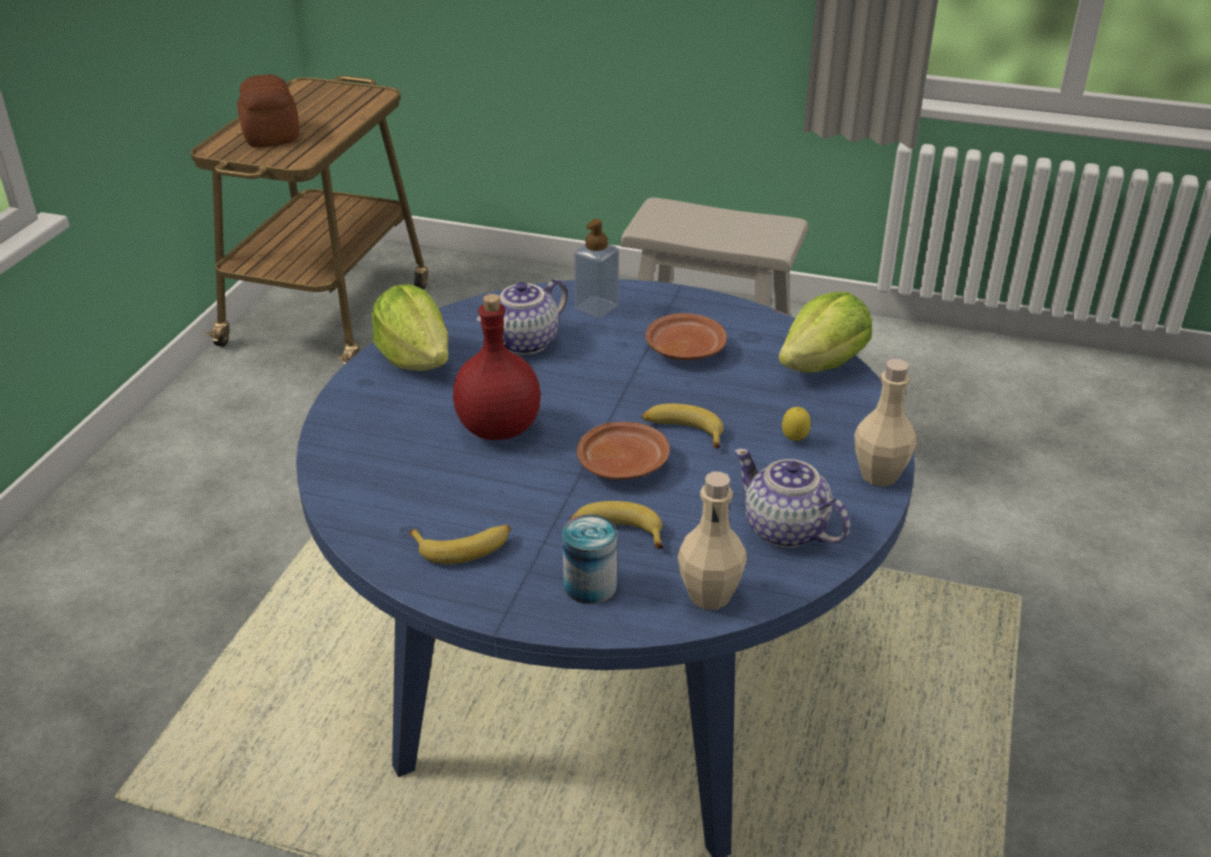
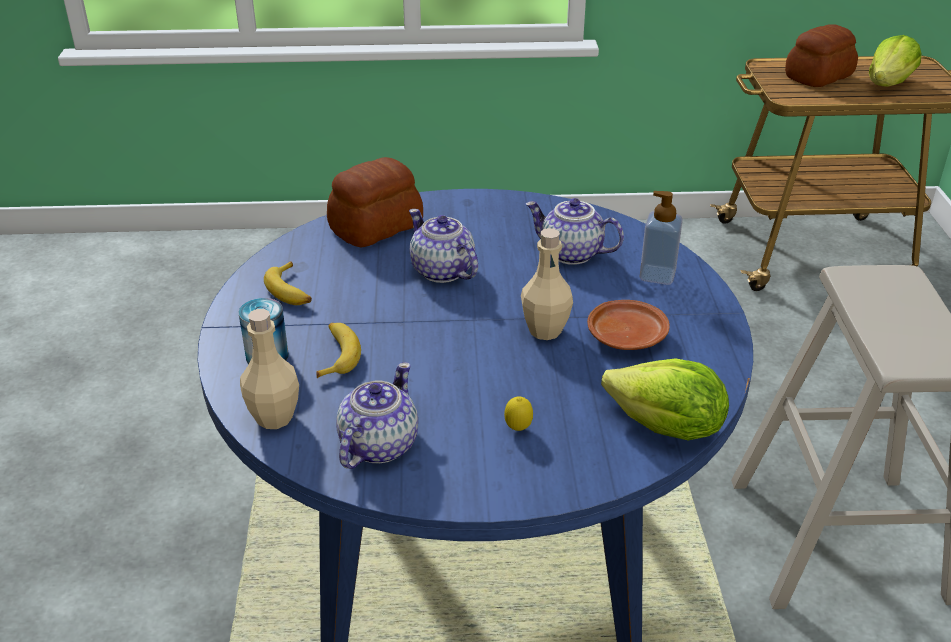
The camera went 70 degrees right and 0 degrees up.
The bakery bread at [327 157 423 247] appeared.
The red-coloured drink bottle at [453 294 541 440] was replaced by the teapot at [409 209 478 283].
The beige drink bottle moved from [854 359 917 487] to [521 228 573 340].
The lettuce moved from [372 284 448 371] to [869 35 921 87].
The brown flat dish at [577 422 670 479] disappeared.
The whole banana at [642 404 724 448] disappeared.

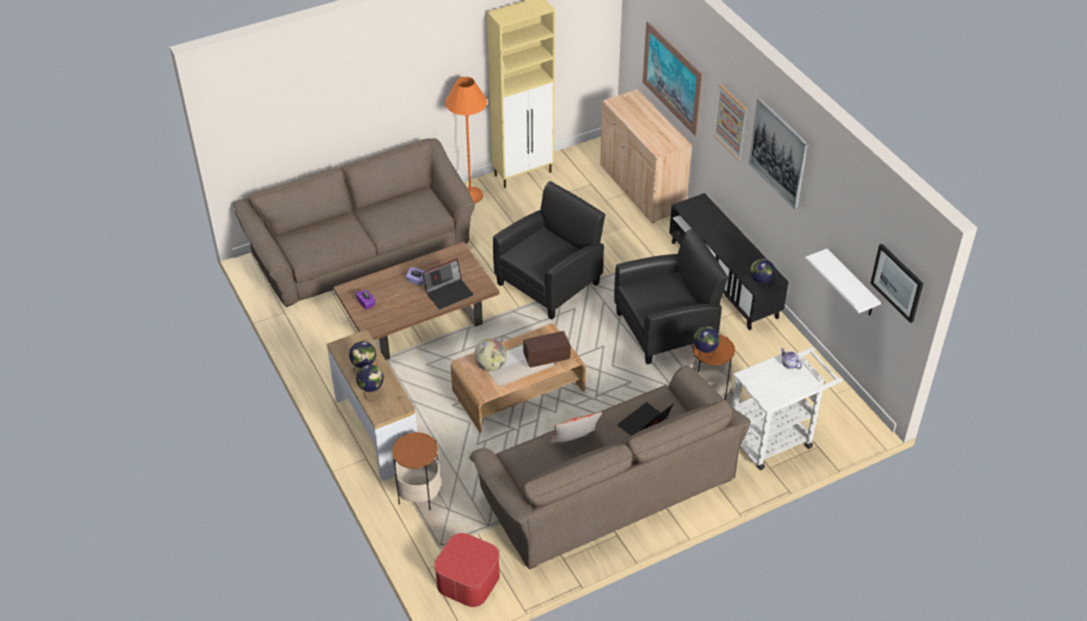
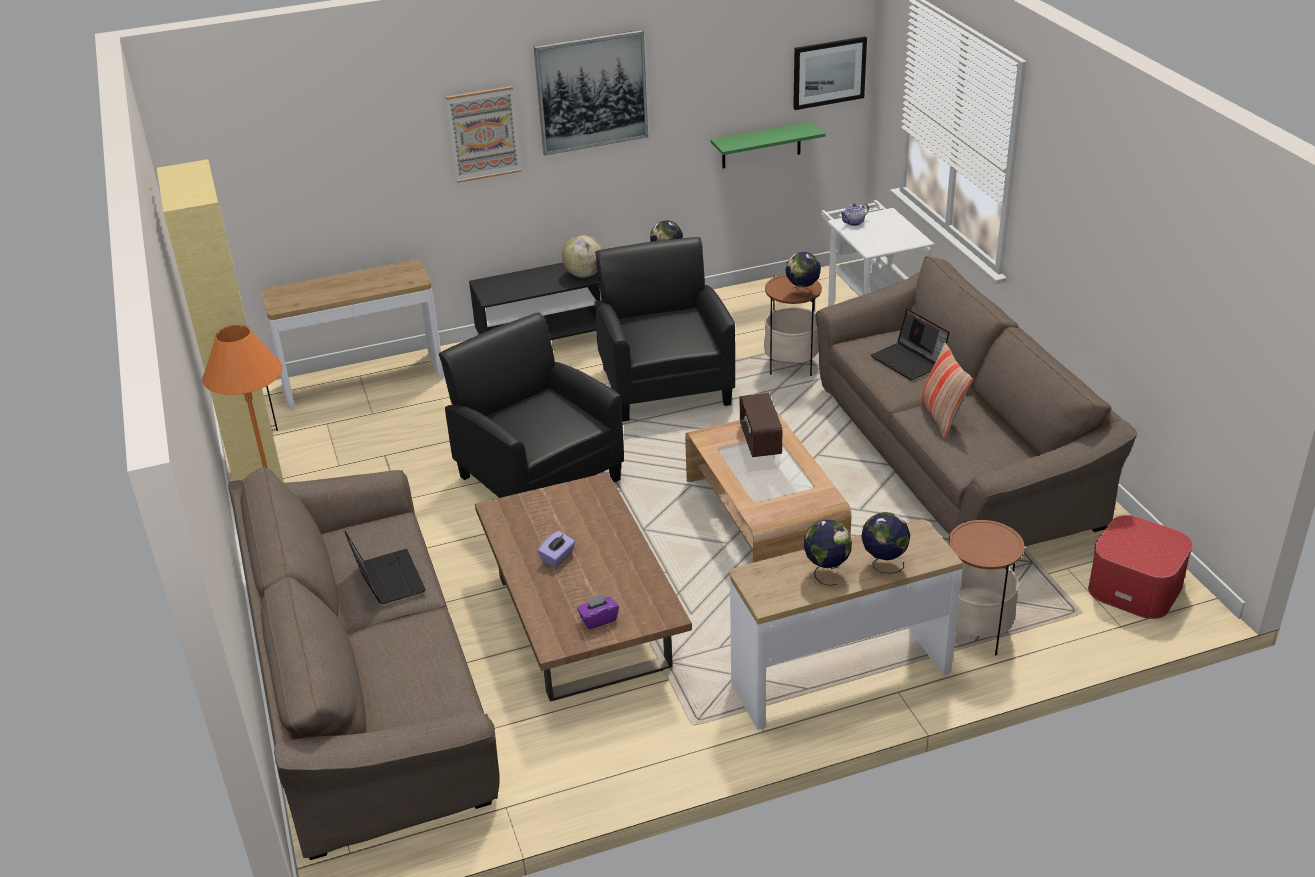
The camera went 80 degrees left and 10 degrees down.
The beige storage cabinet at [600 89 692 223] was replaced by the console table at [261 259 444 410].
The notebook computer moved from [422 259 474 309] to [344 531 426 604].
The world globe moved from [474 339 507 371] to [562 235 603 278].
The whitish wall shelf at [805 249 881 316] became the greenish wall shelf at [711 122 825 169].
The wall art at [643 21 703 136] disappeared.

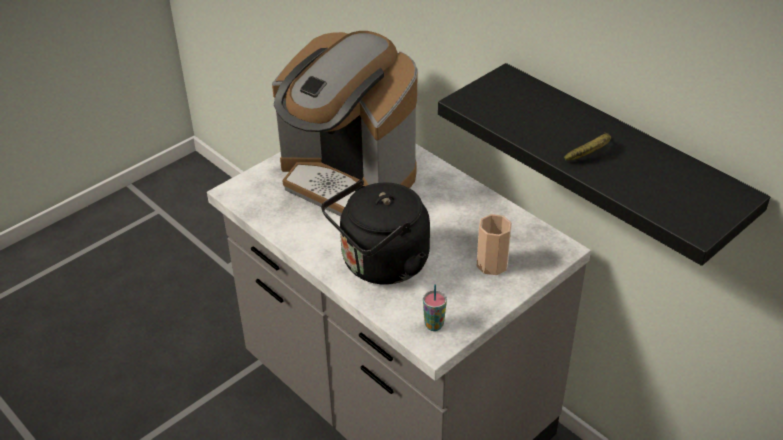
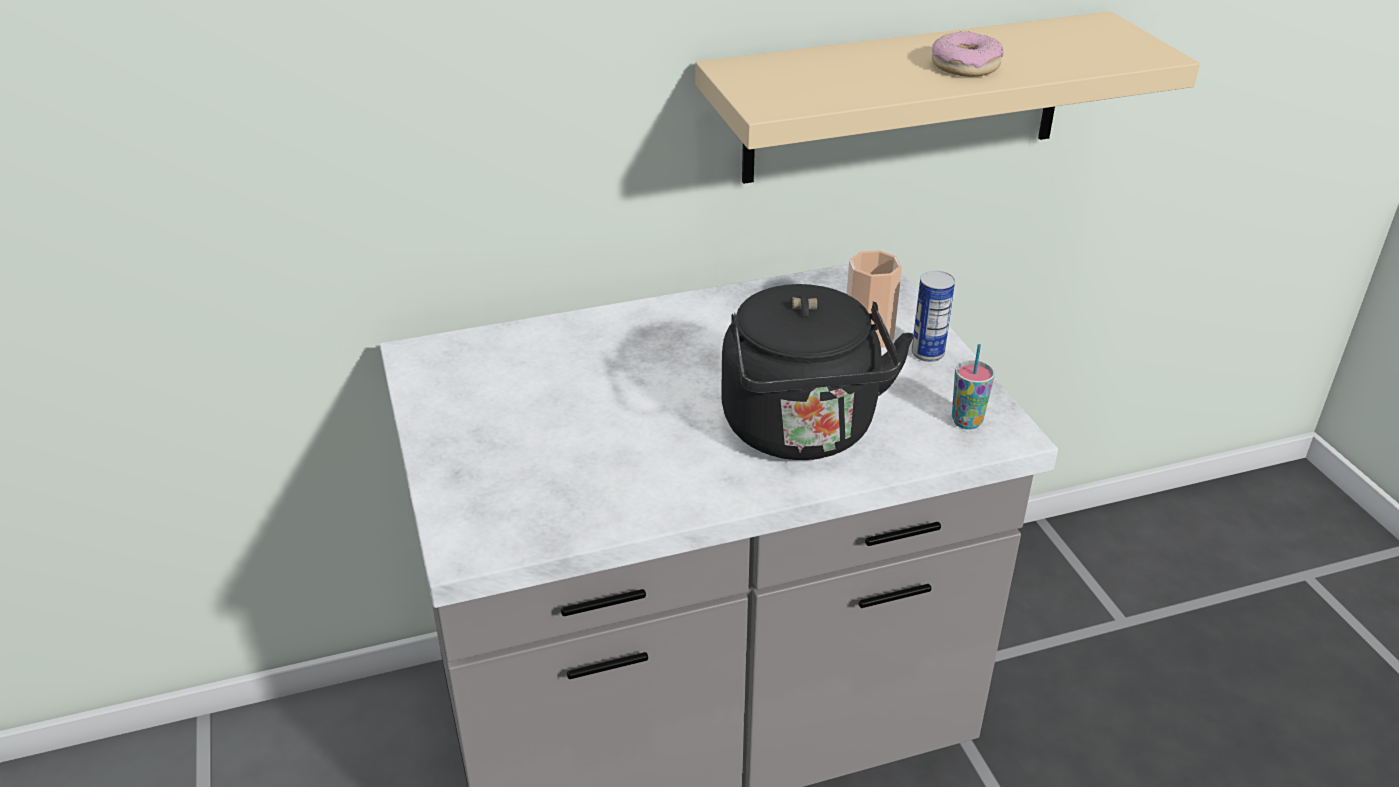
The camera went 65 degrees left and 5 degrees down.
The black wall shelf at [438 63 770 266] became the beige wall shelf at [695 11 1200 184].
The sealed can at [912 271 955 362] appeared.
The whole banana at [564 132 611 160] was replaced by the donut at [932 31 1004 77].
The coffee maker at [272 31 417 216] disappeared.

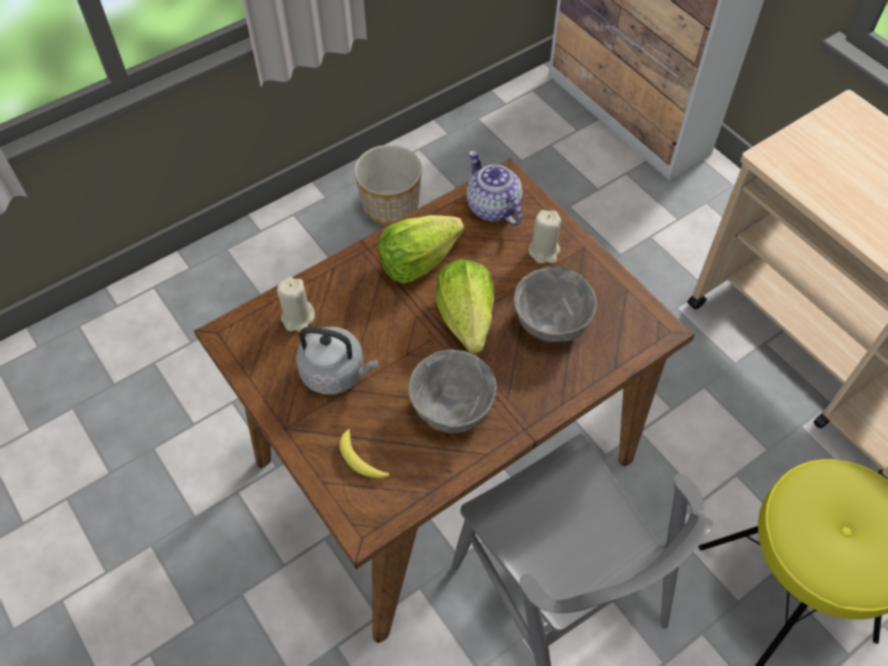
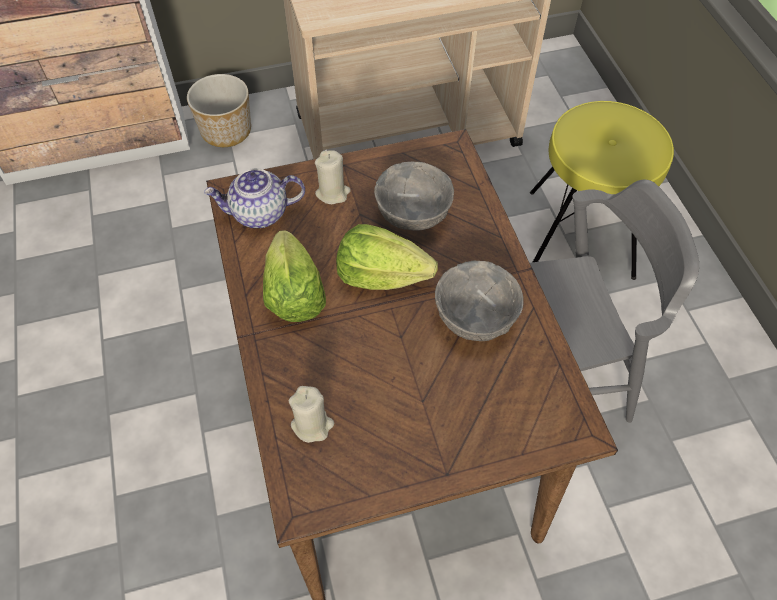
The camera went 70 degrees left and 0 degrees up.
The plant pot moved from [354 145 422 225] to [187 74 251 147].
The gray tea kettle at [296 327 378 395] disappeared.
The whole banana at [339 426 390 478] disappeared.

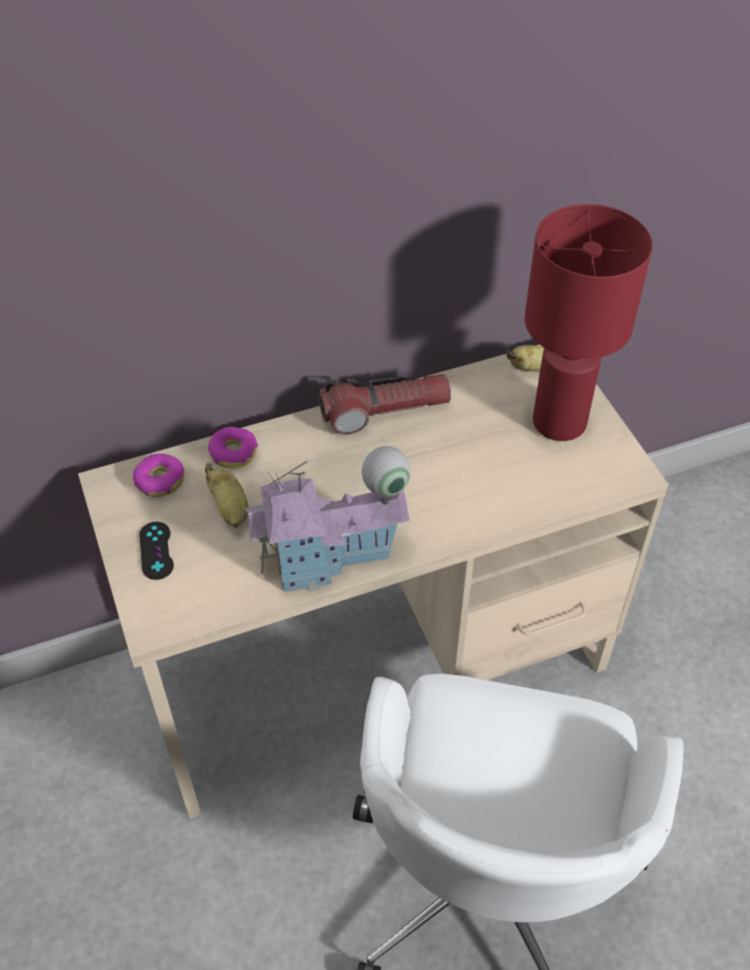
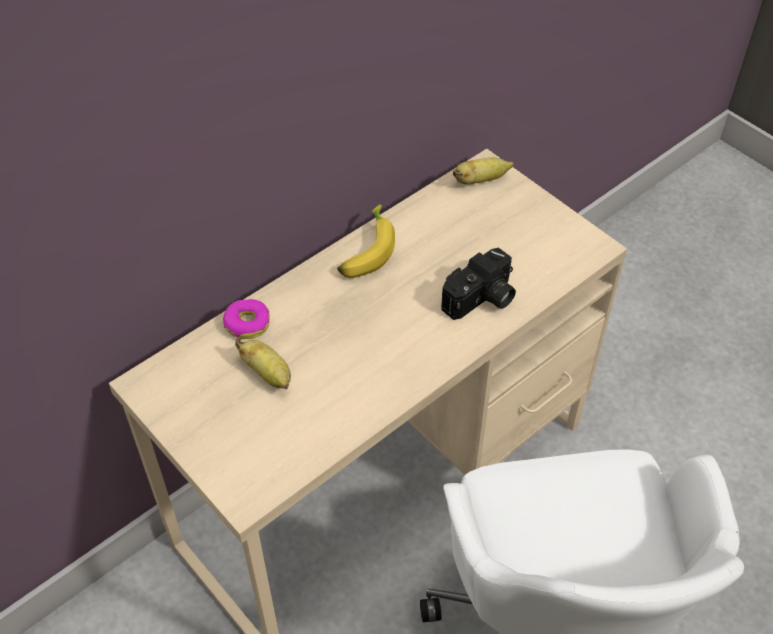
The camera went 20 degrees left and 0 degrees up.
The torch at [319 374 451 435] was replaced by the whole banana at [337 204 395 278].
The still camera at [441 247 516 320] appeared.
The donut at [133 454 184 497] disappeared.
The black gamepad at [139 522 174 580] disappeared.
The miniature house at [245 446 410 592] disappeared.
The red-coloured lamp for a table at [525 204 653 441] disappeared.

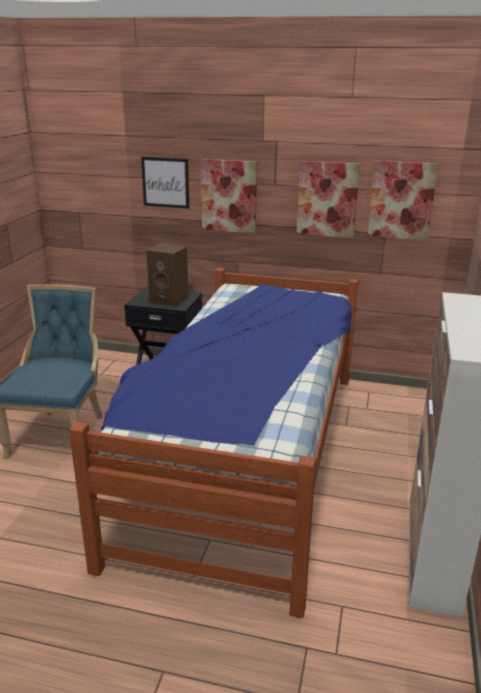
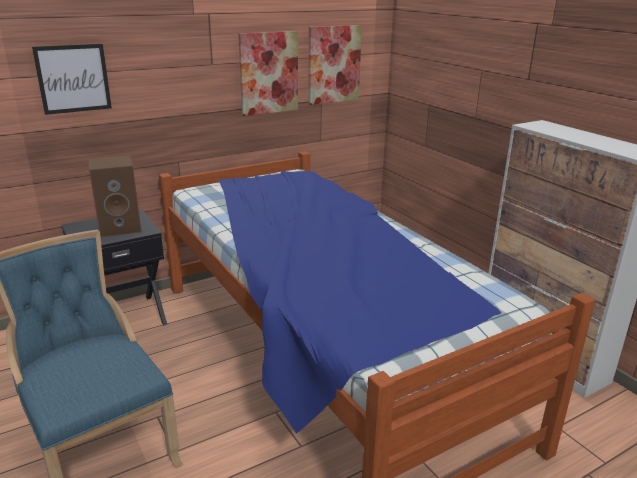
The camera went 45 degrees left and 0 degrees up.
The wall art at [201 159 257 233] disappeared.

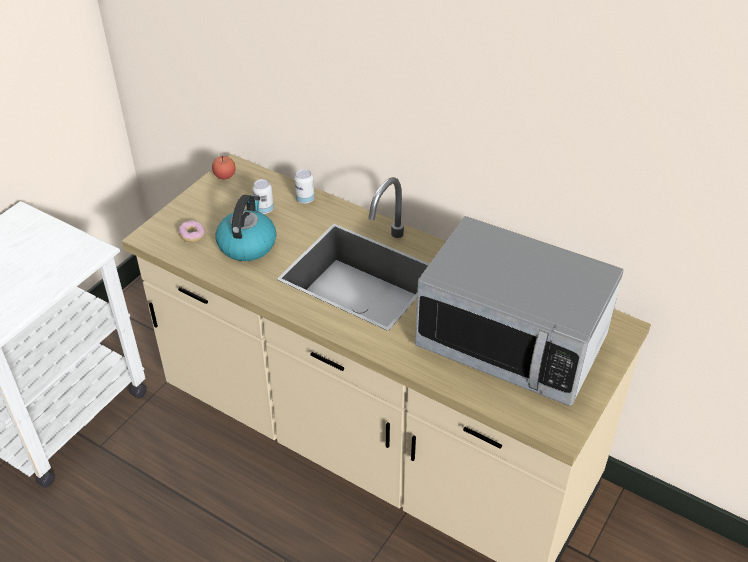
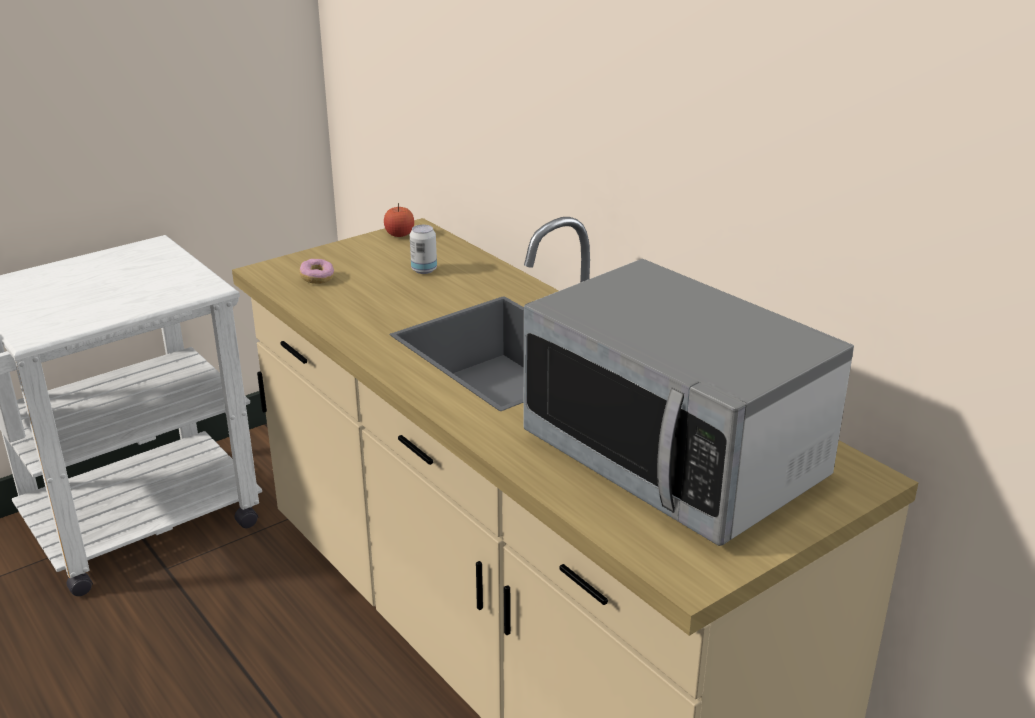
The camera went 20 degrees right and 15 degrees down.
The tea kettle at [216 195 276 261] disappeared.
The sealed can at [294 169 315 204] disappeared.

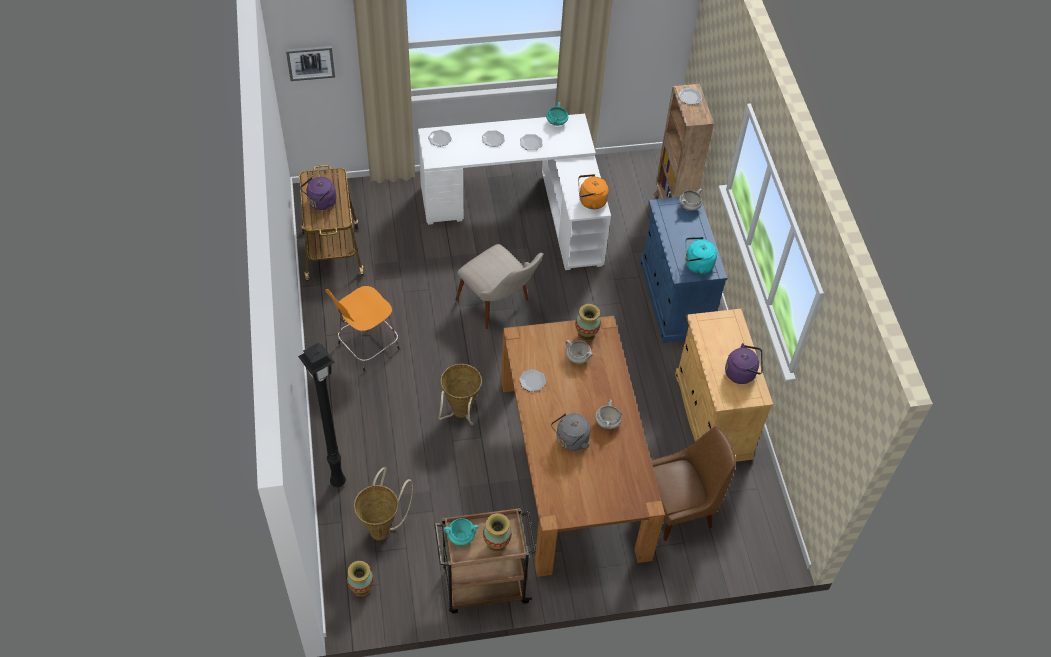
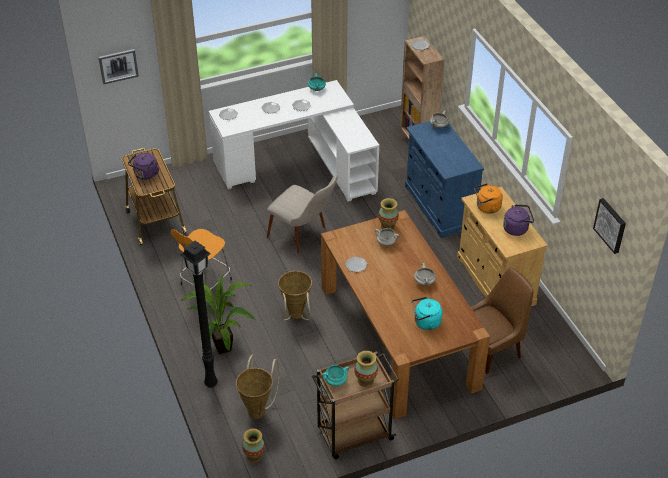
The camera went 10 degrees left and 10 degrees down.
The plant in a pot at [181 275 255 354] appeared.
The turquoise-coloured tea kettle moved from [685 237 717 274] to [412 297 443 330].
The orange tea kettle moved from [578 174 609 209] to [474 183 503 214].
The wall art at [593 198 626 254] appeared.
The gray tea kettle at [551 413 590 451] disappeared.

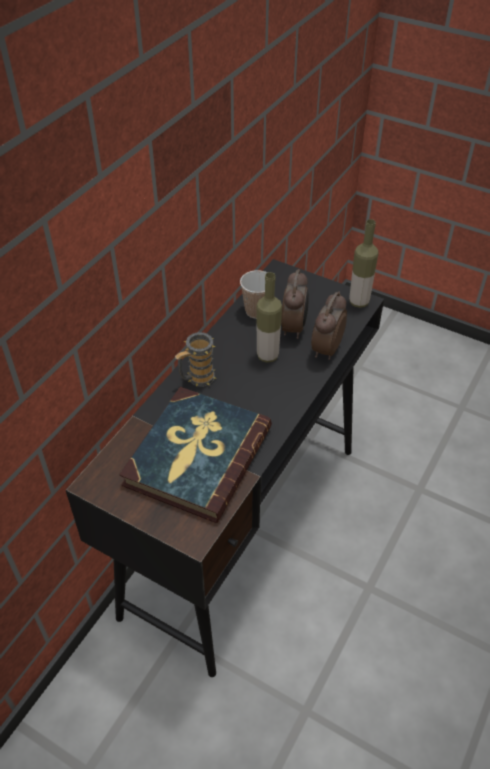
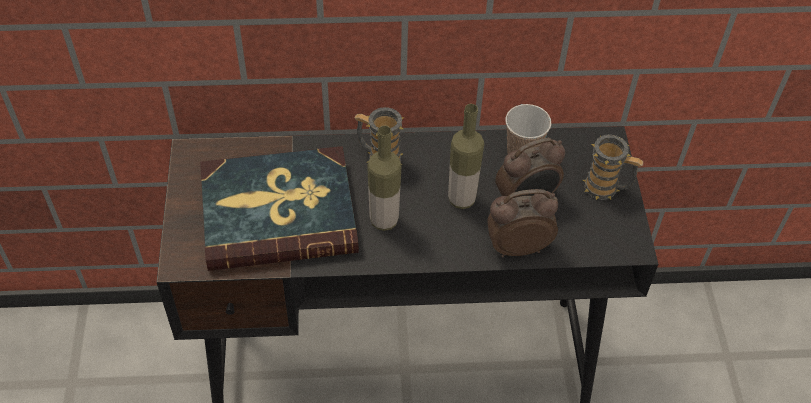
The camera went 55 degrees right and 5 degrees up.
The drink bottle moved from [349 219 379 308] to [367 125 402 231].
The coffee mug at [583 134 643 200] appeared.

